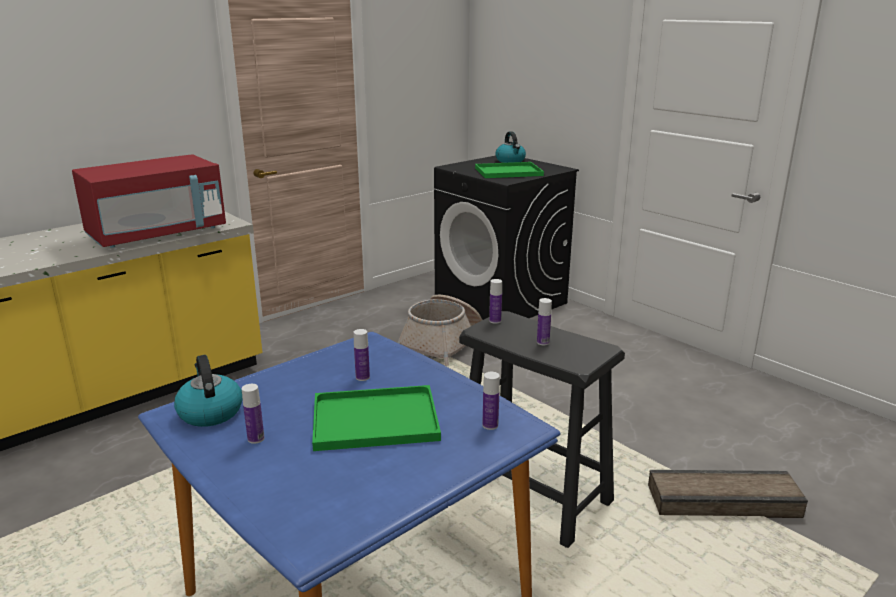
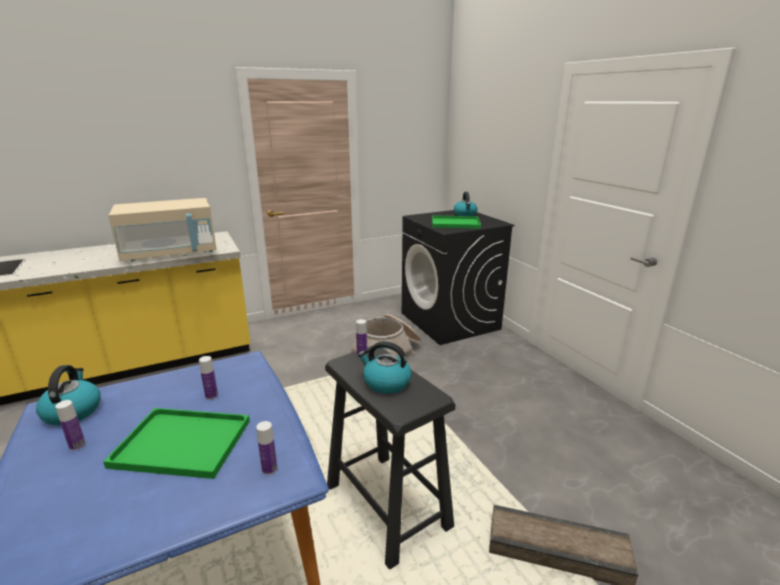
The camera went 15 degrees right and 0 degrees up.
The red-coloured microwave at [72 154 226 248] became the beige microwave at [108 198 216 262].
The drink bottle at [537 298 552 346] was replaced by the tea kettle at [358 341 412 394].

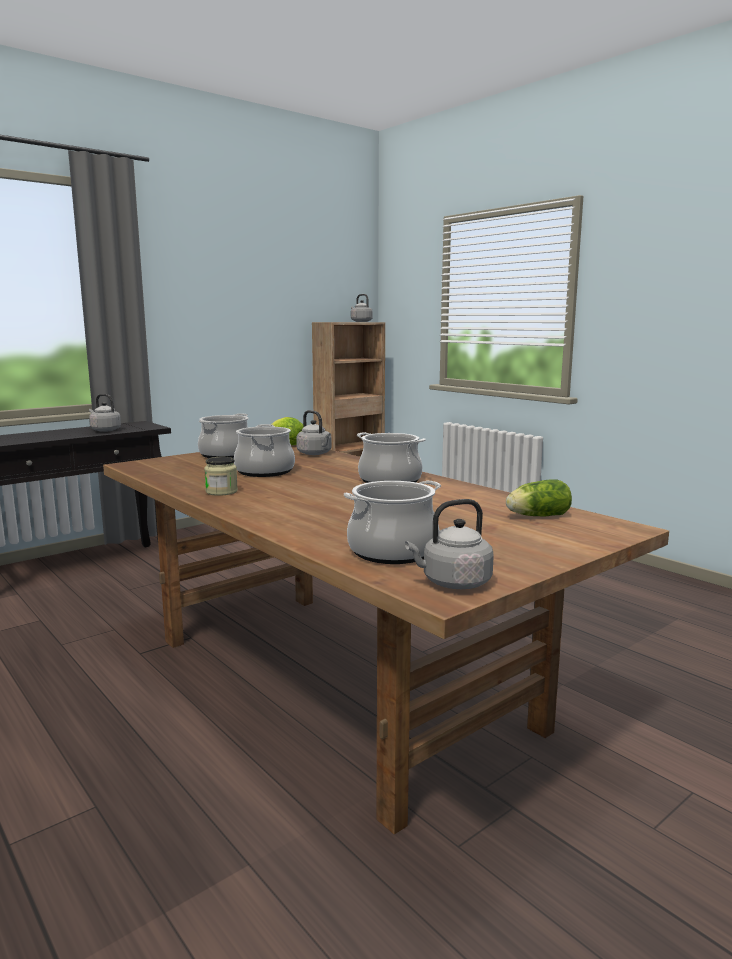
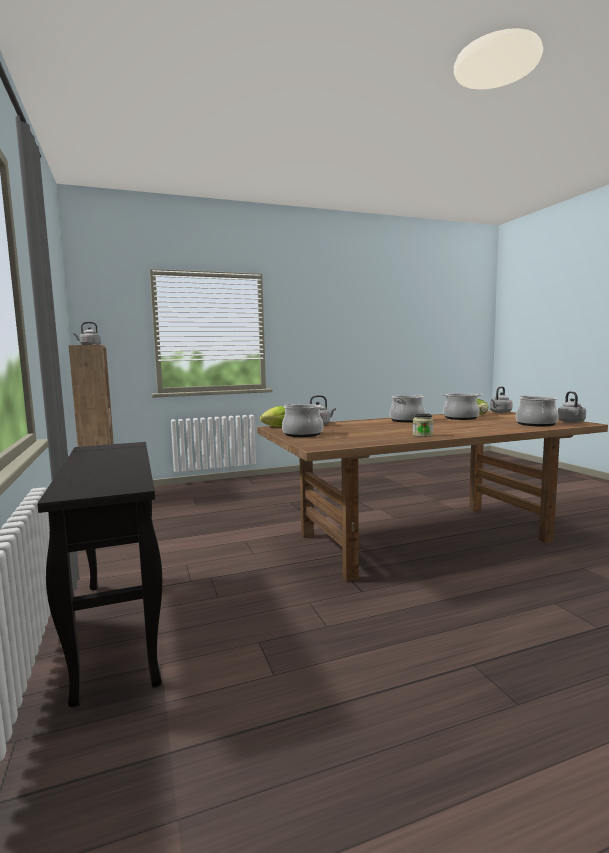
The camera went 70 degrees left and 5 degrees down.
The saucepot moved from [234 424 295 477] to [441 393 483 420].
The gray tea kettle moved from [89 394 121 432] to [490 386 513 413].

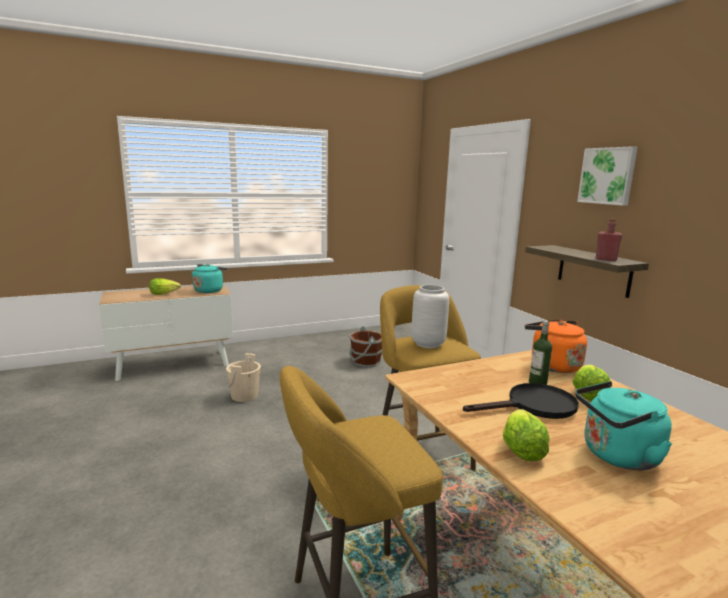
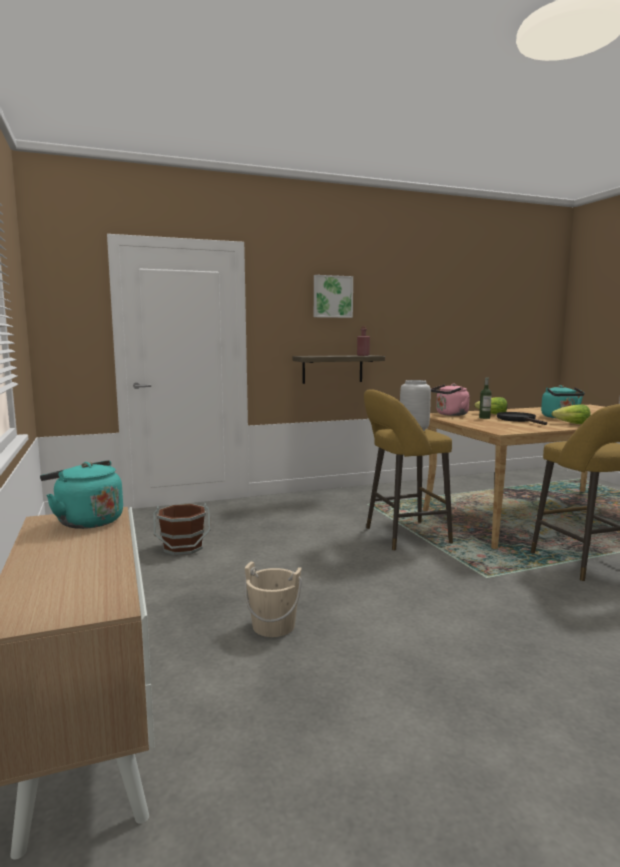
The camera went 85 degrees left and 5 degrees down.
The orange tea kettle at [525 319 587 373] became the pink-coloured tea kettle at [431 384 470 416].
The lettuce at [149 278 181 295] disappeared.

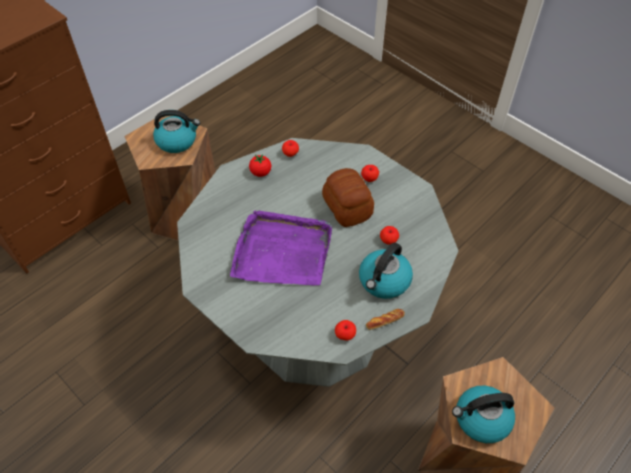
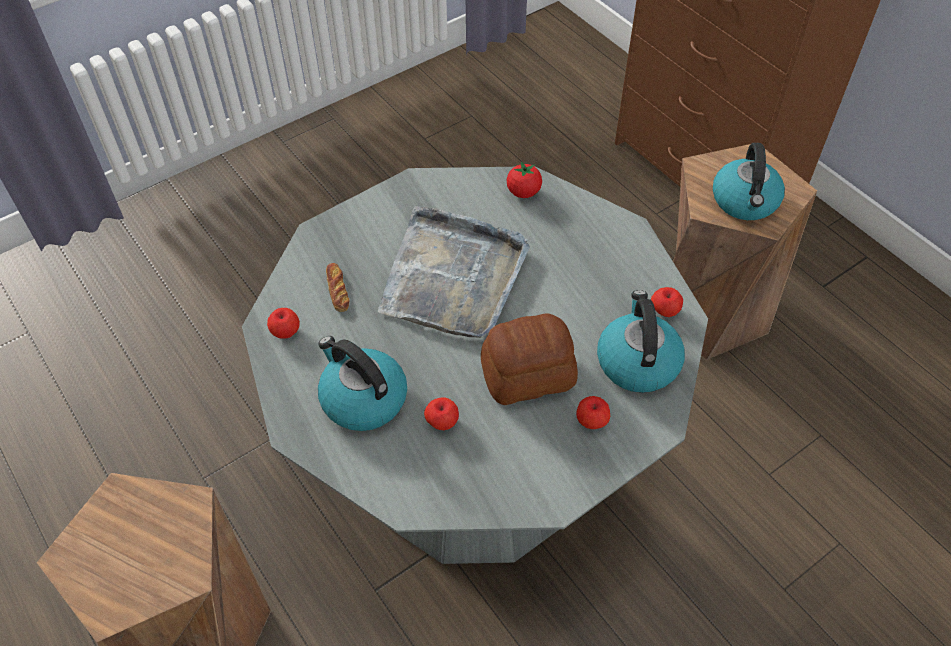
The camera went 100 degrees right and 0 degrees up.
The bakery bread moved from [366 309 405 330] to [326 263 349 312].
The purple-coloured serving tray at [230 211 332 286] became the gray serving tray at [378 206 530 338].
The tomato moved from [249 154 271 177] to [507 161 542 198].
The tea kettle moved from [452 386 515 443] to [597 290 685 393].

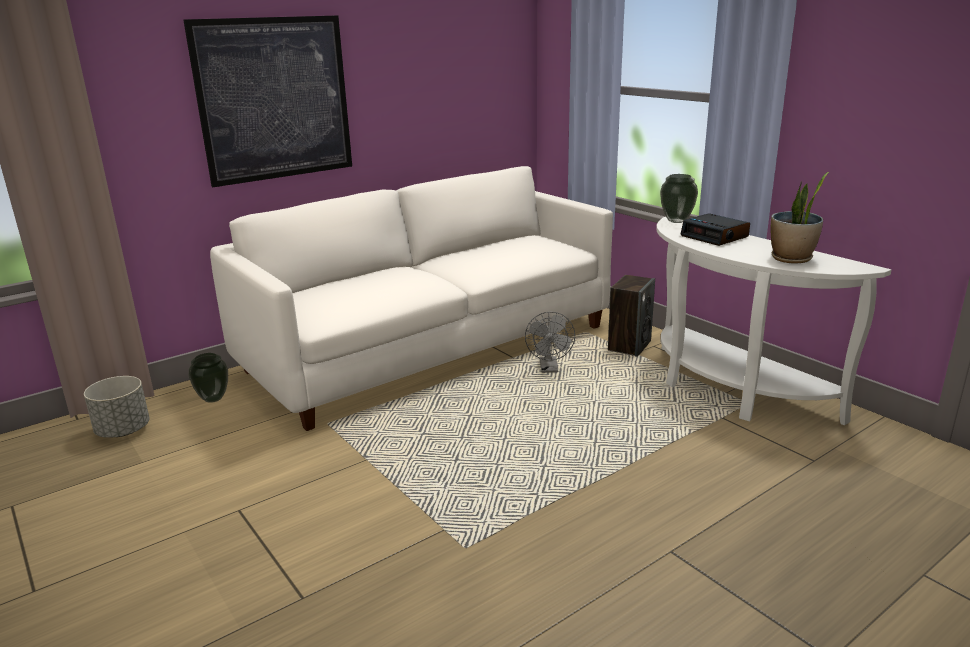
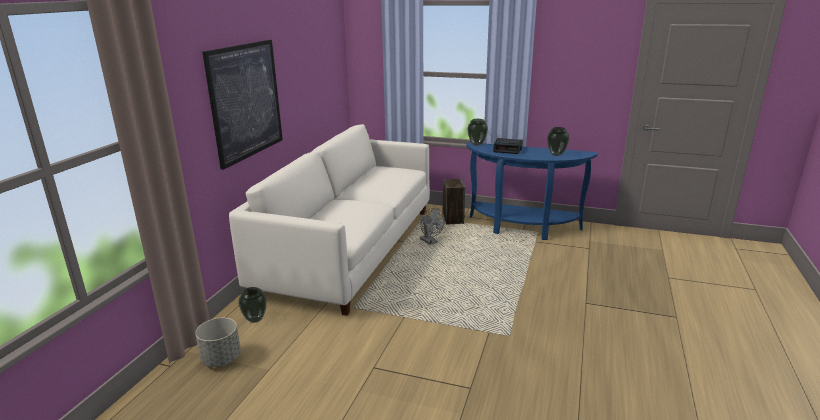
The camera went 35 degrees left and 0 degrees up.
The whitish console table at [656 217 891 425] became the blue-coloured console table at [466 142 598 240].
The plant in a pot at [770 172 829 264] was replaced by the vase at [547 127 569 156].

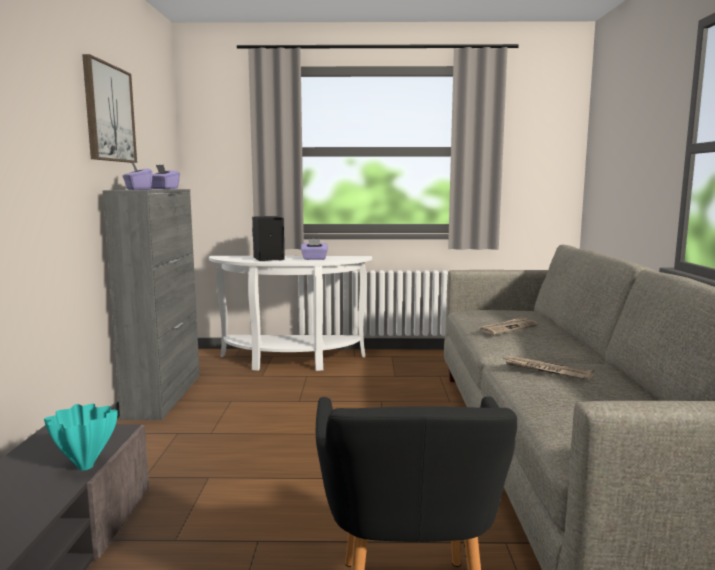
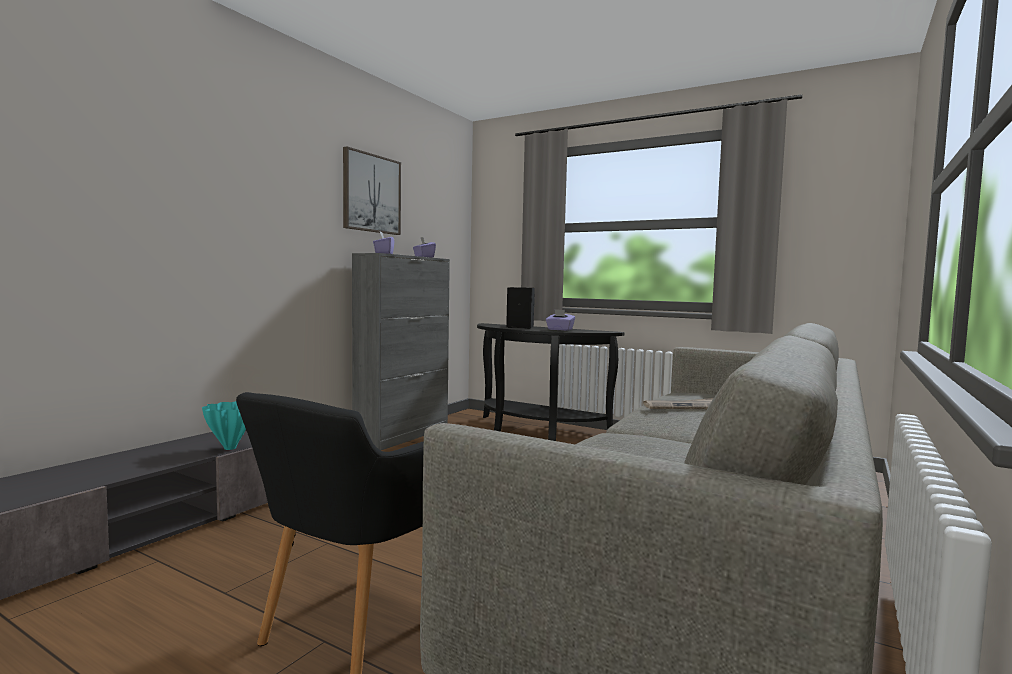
The camera went 30 degrees right and 5 degrees down.
The whitish console table at [209 256 372 371] became the black console table at [477 323 625 441].
The printed paper at [503 356 594 380] disappeared.

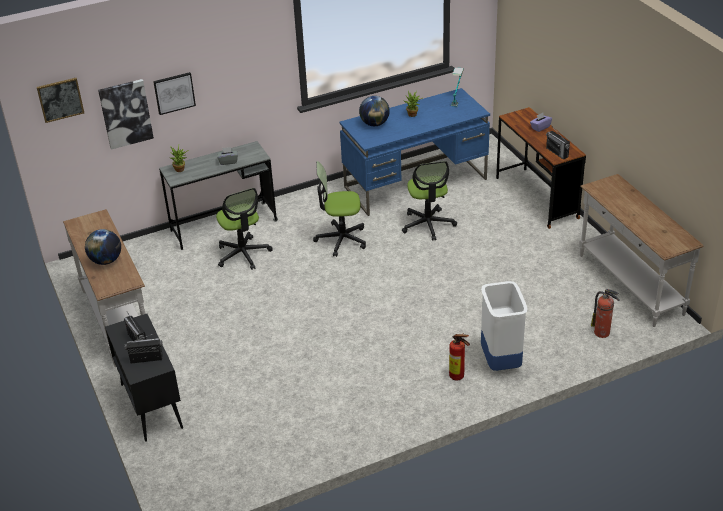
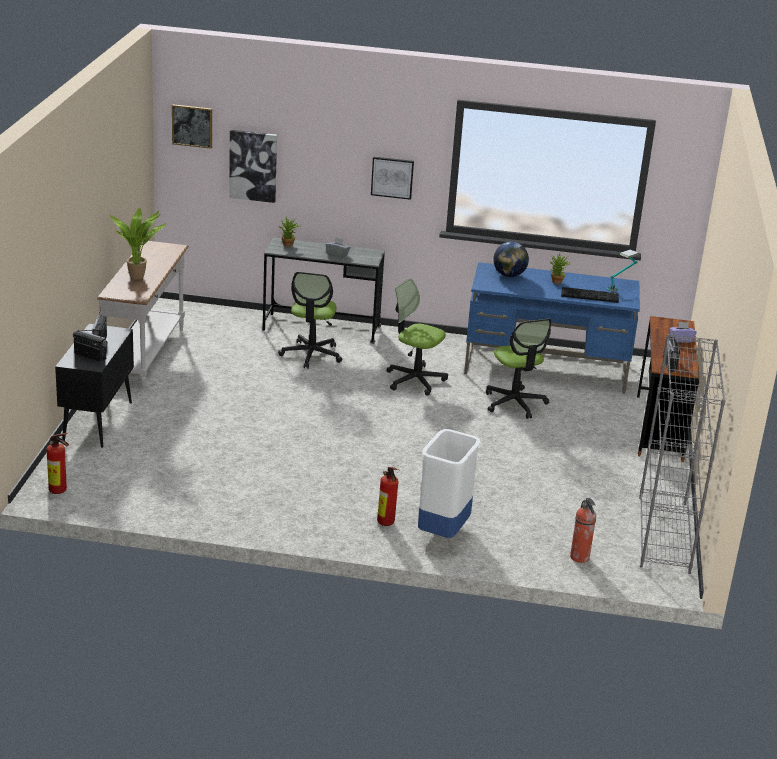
The camera went 30 degrees right and 10 degrees down.
The extinguisher at [46 433 69 494] appeared.
The world globe at [85 229 121 265] was replaced by the plant in a pot at [110 208 166 280].
The wall art moved from [153 72 196 115] to [371 156 414 200].
The desk chair at [402 161 457 241] turned 45 degrees counterclockwise.
The PC keyboard at [561 287 619 303] appeared.
The whitish console table at [579 174 704 327] was replaced by the gray bookcase at [639 334 726 574].

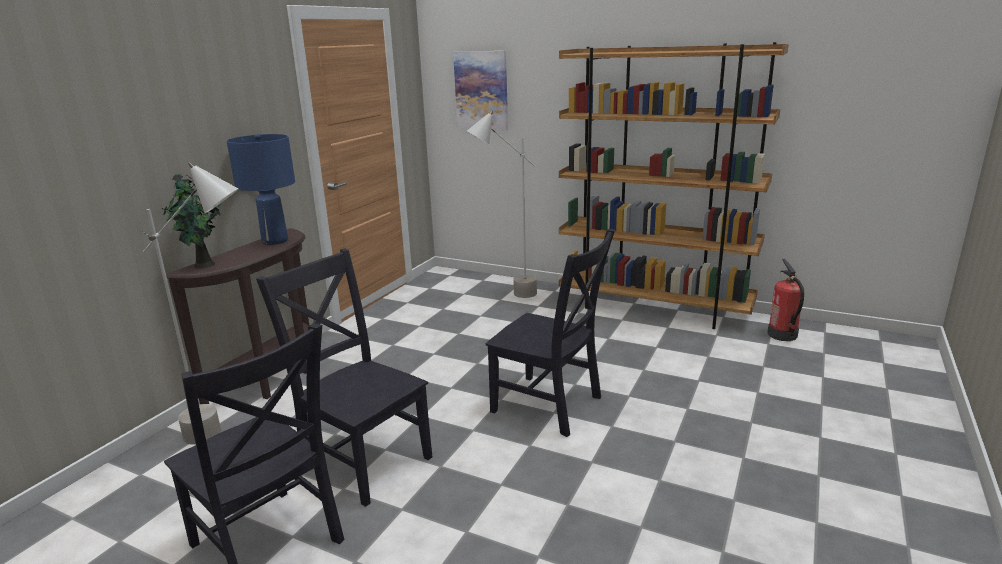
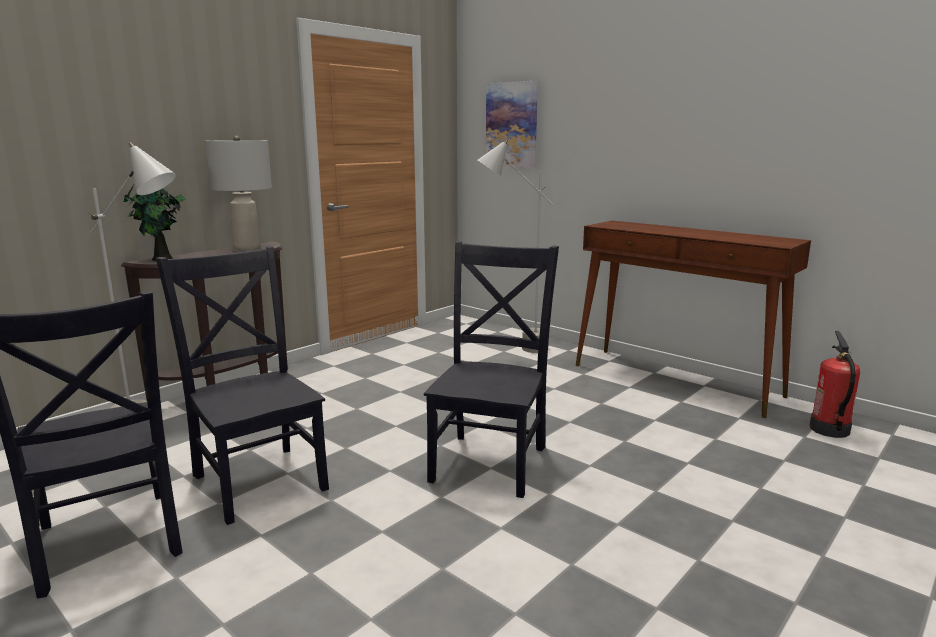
The camera went 15 degrees right and 5 degrees down.
The blue-coloured lamp for a table at [227 134 295 245] became the gray lamp for a table at [205 136 272 251].
The black upright chair at [486 229 615 437] turned 120 degrees counterclockwise.
The brown bookcase at [559 42 789 329] was replaced by the brown console table at [575 220 811 418].

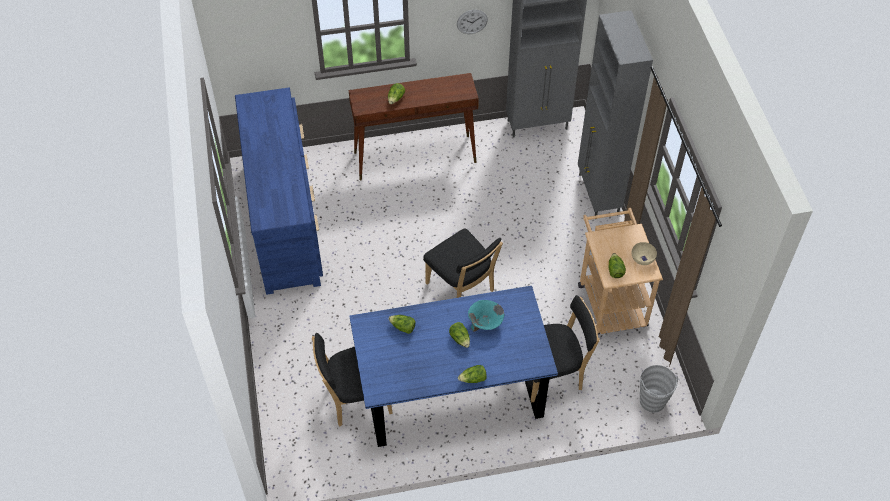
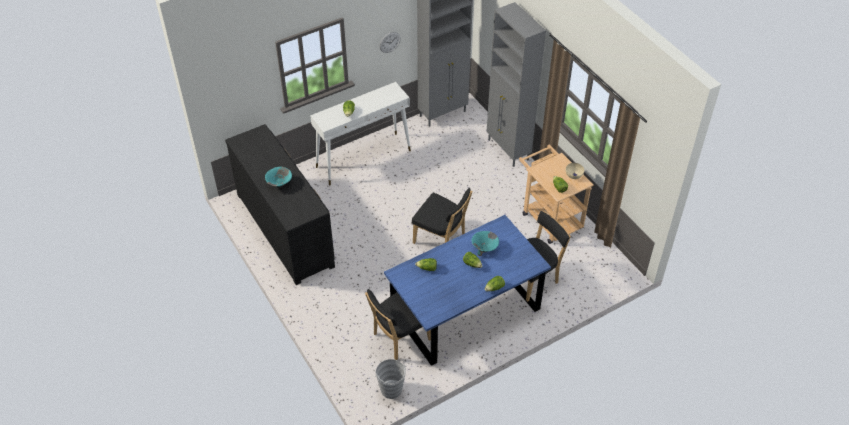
The camera went 20 degrees left and 5 degrees down.
The blue-coloured dresser at [235 88 323 295] became the black dresser at [225 124 335 285].
The turquoise-coloured bowl at [265 167 292 187] appeared.
The brown console table at [349 73 479 180] became the whitish console table at [310 82 411 185].
The gray pail moved from [639 365 680 413] to [375 359 406 399].

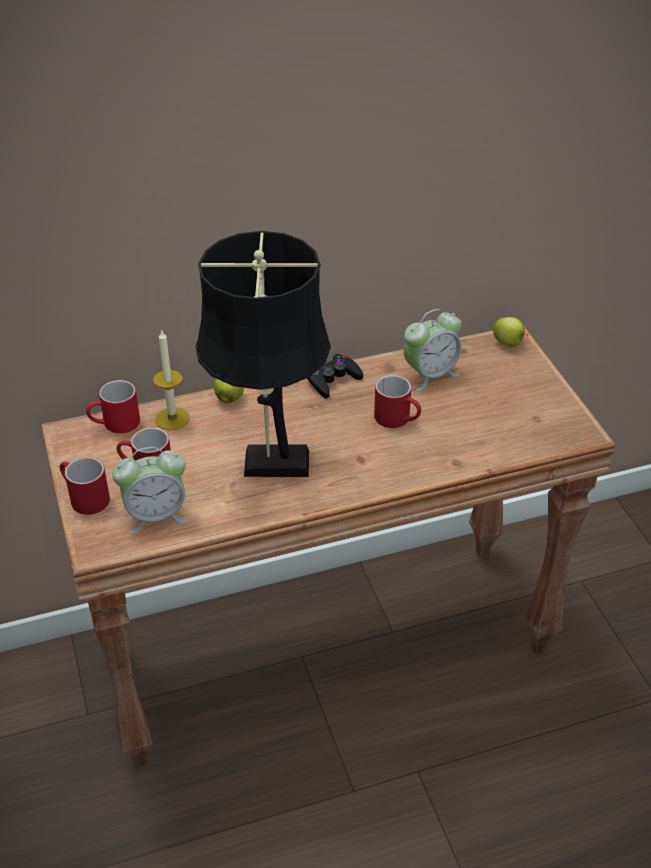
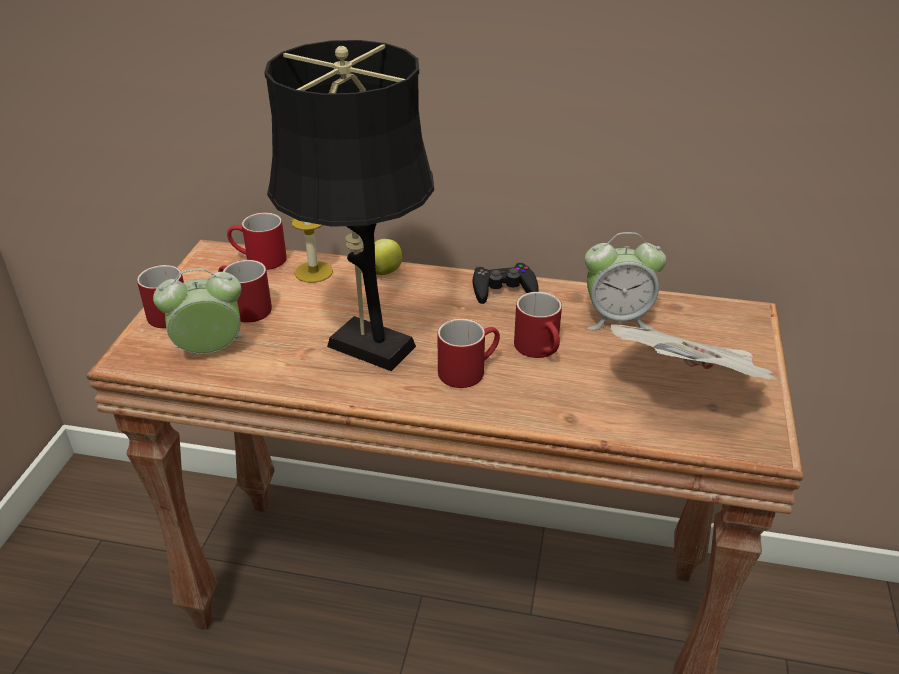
The camera went 30 degrees right and 5 degrees down.
The bedside clock at [112 447 189 534] turned 150 degrees clockwise.
The red-coloured coffee mug at [437 319 500 388] appeared.
The printed paper at [610 324 780 381] appeared.
The apple fruit at [493 317 525 347] disappeared.

